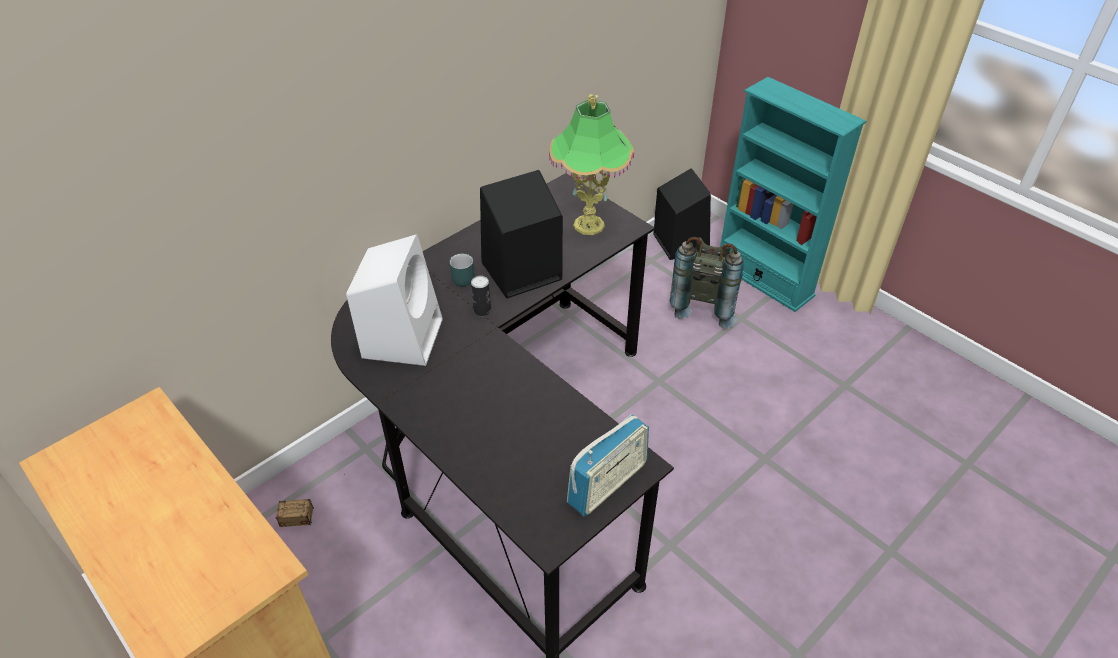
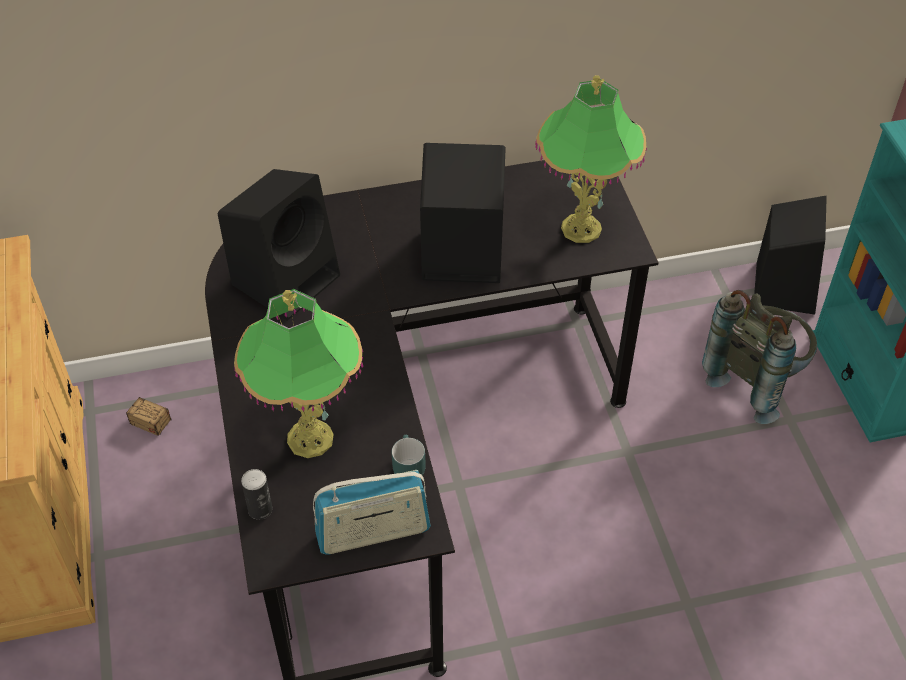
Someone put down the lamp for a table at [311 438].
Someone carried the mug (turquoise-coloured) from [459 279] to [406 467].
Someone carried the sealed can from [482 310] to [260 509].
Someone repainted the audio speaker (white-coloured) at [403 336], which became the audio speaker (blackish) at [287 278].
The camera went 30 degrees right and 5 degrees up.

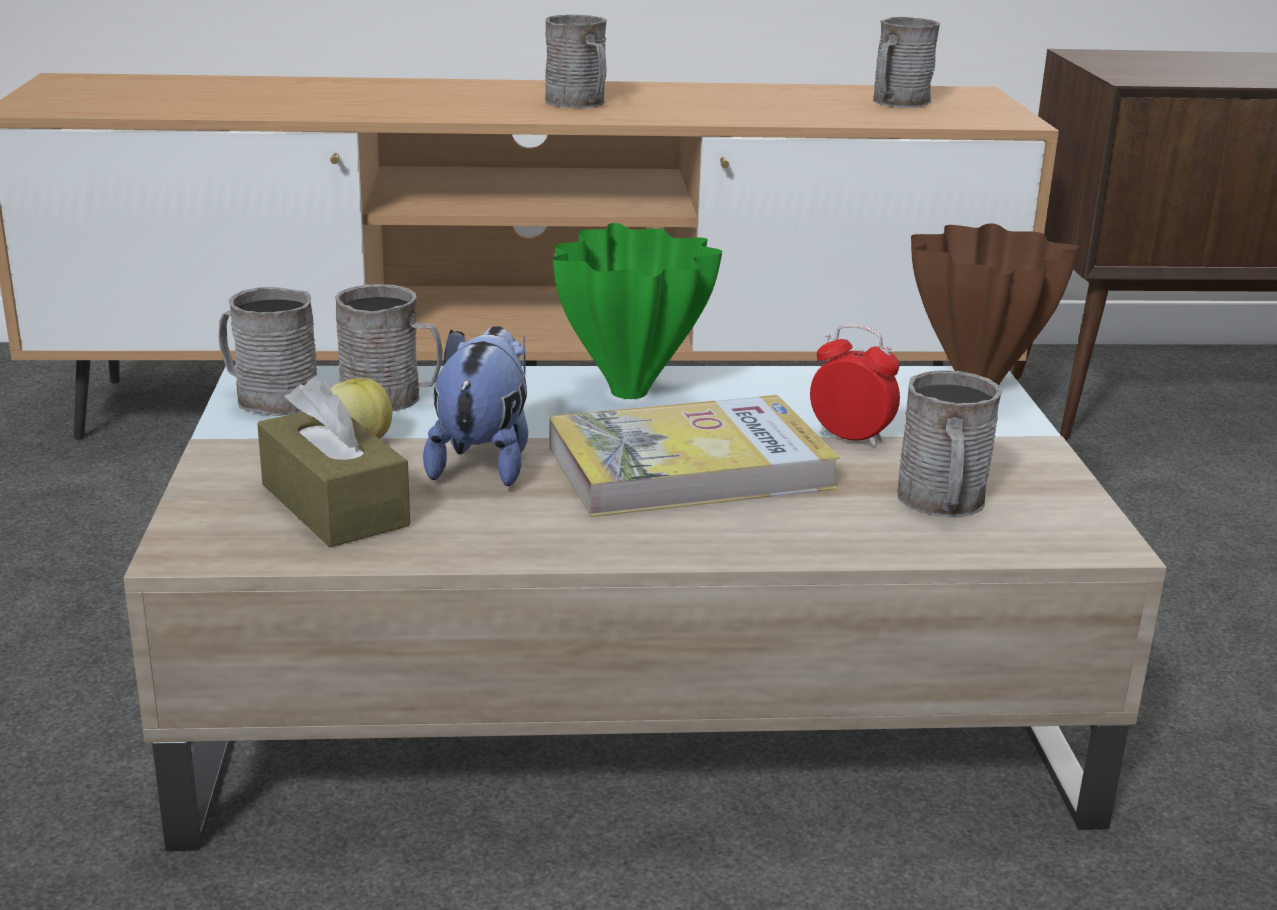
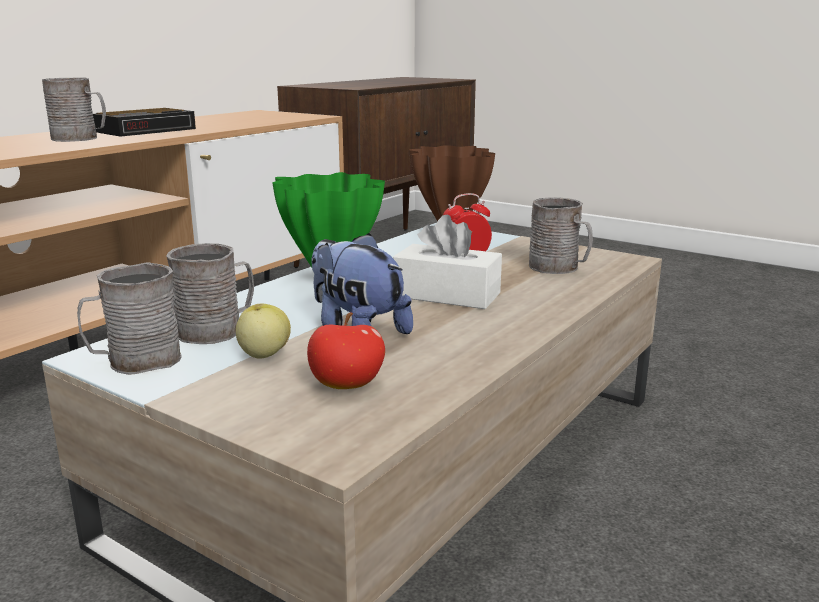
Someone took away the mug (gray) at [897 103].
Someone put down the table clock at [148 130].
Someone swapped the tissue holder (brown-coloured) at [334 505] for the apple at [347 386].
Someone swapped the volume at [689 467] for the tissue holder (white-coloured) at [447 295].
The camera went 50 degrees left and 5 degrees down.

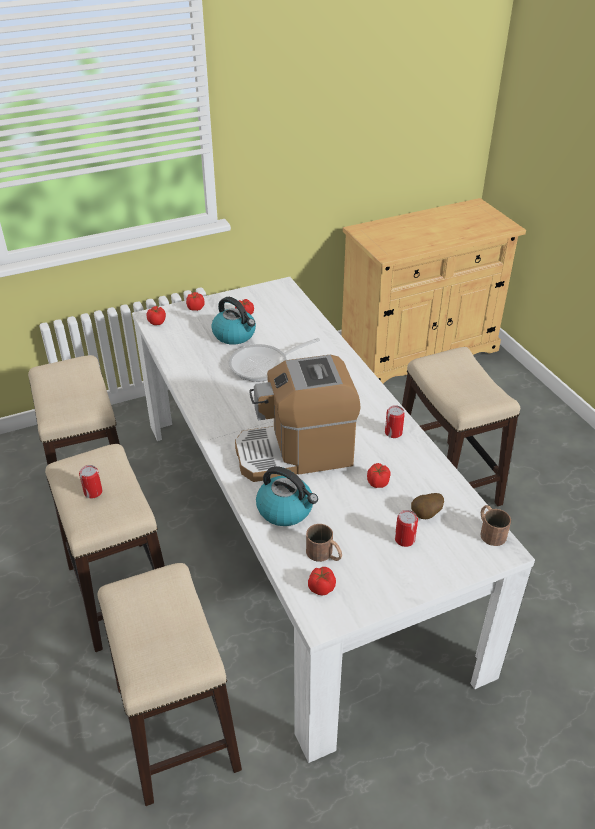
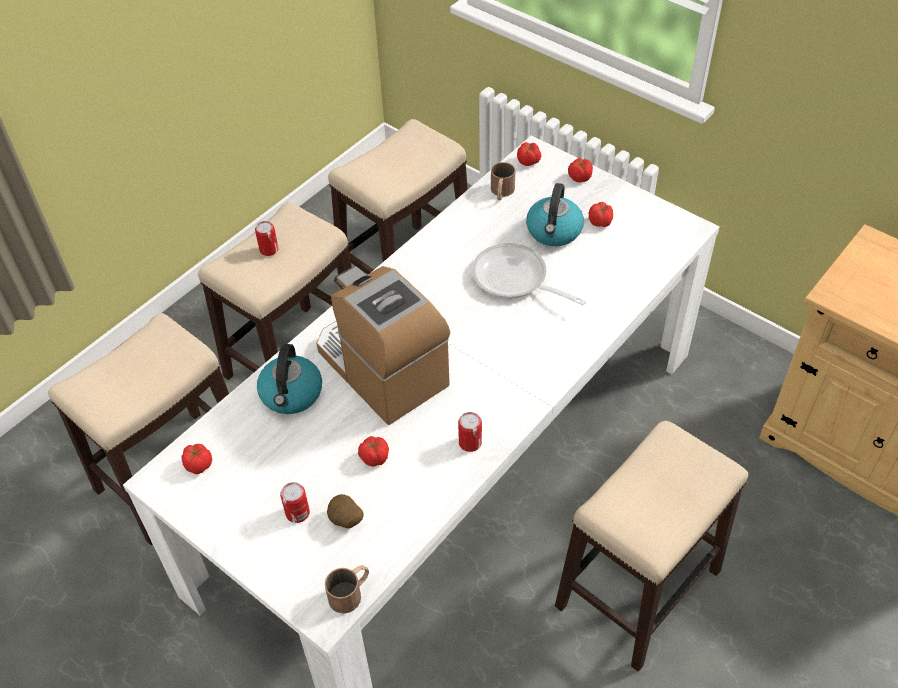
Someone carried the mug (brown-coloured) from [324 554] to [501 192].
The camera went 65 degrees right and 10 degrees up.

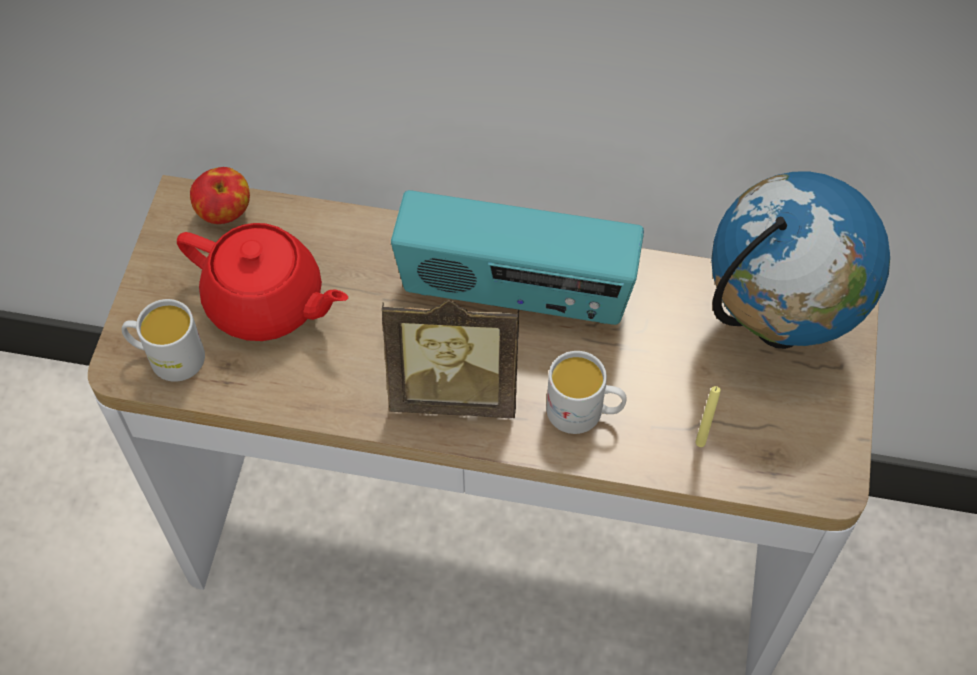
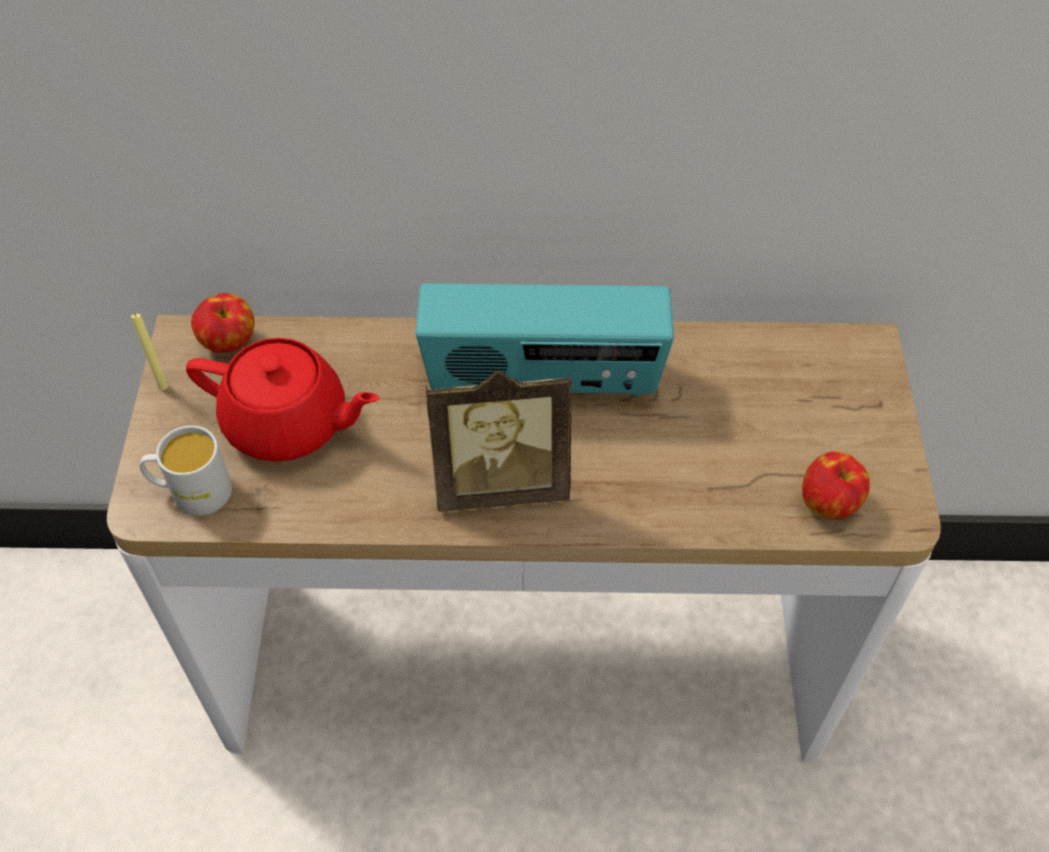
Someone took away the mug (white-coloured) at [584 412].
Someone took away the world globe at [777 327].
Someone put down the apple at [829 503].
Someone carried the wax light (yellow) from [700 442] to [163 386].
The camera went 10 degrees left and 5 degrees down.

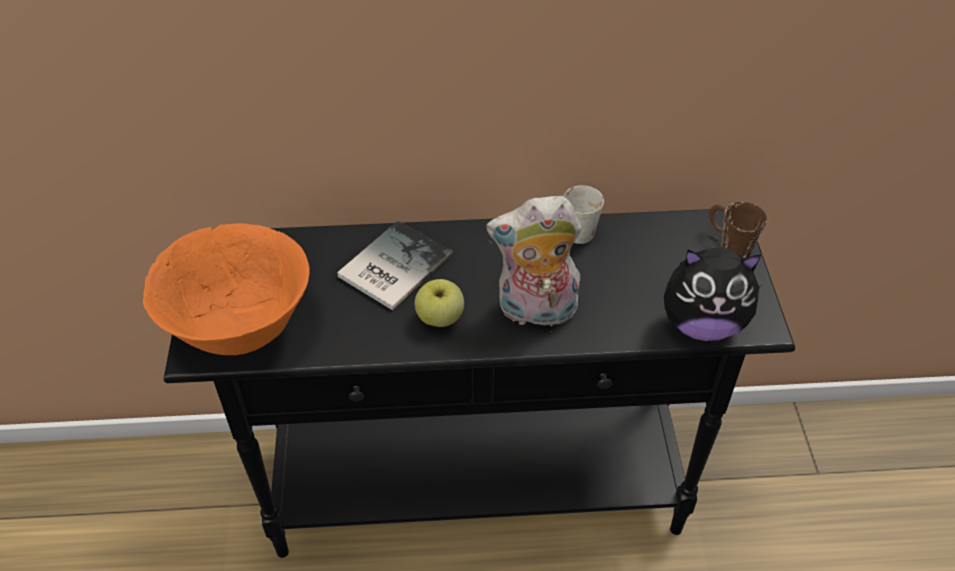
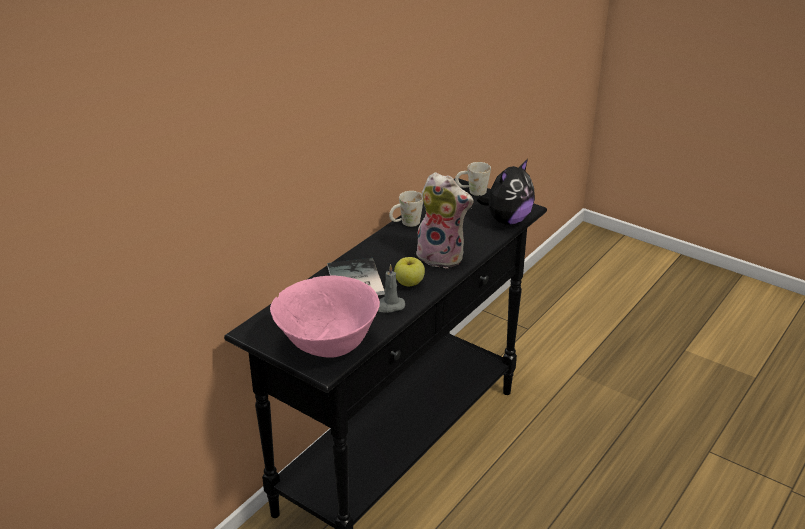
Someone put down the wax light (gray) at [389 306].
Someone repainted the bowl (orange-coloured) at [240 327], which became the bowl (pink-coloured) at [328 346].
Someone repainted the mug (brown-coloured) at [727 245], which became the mug (white-coloured) at [472 192].
Someone rotated the cuddly toy at [535 312] by 105 degrees counterclockwise.
The camera went 50 degrees left and 15 degrees down.

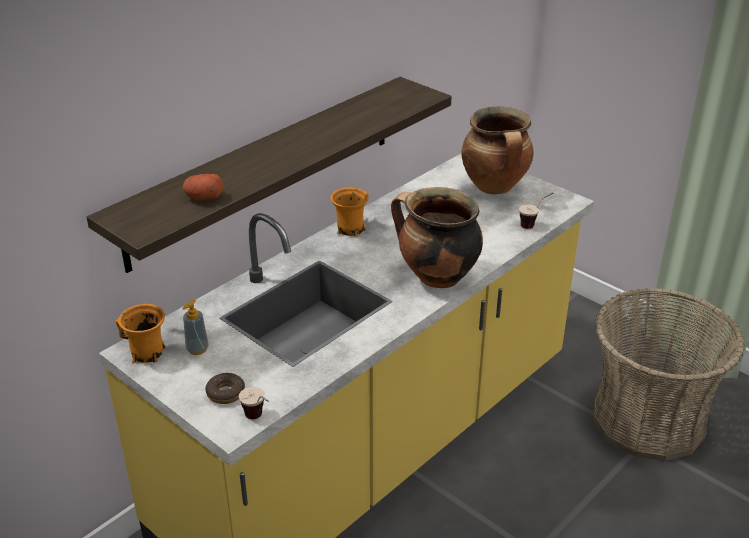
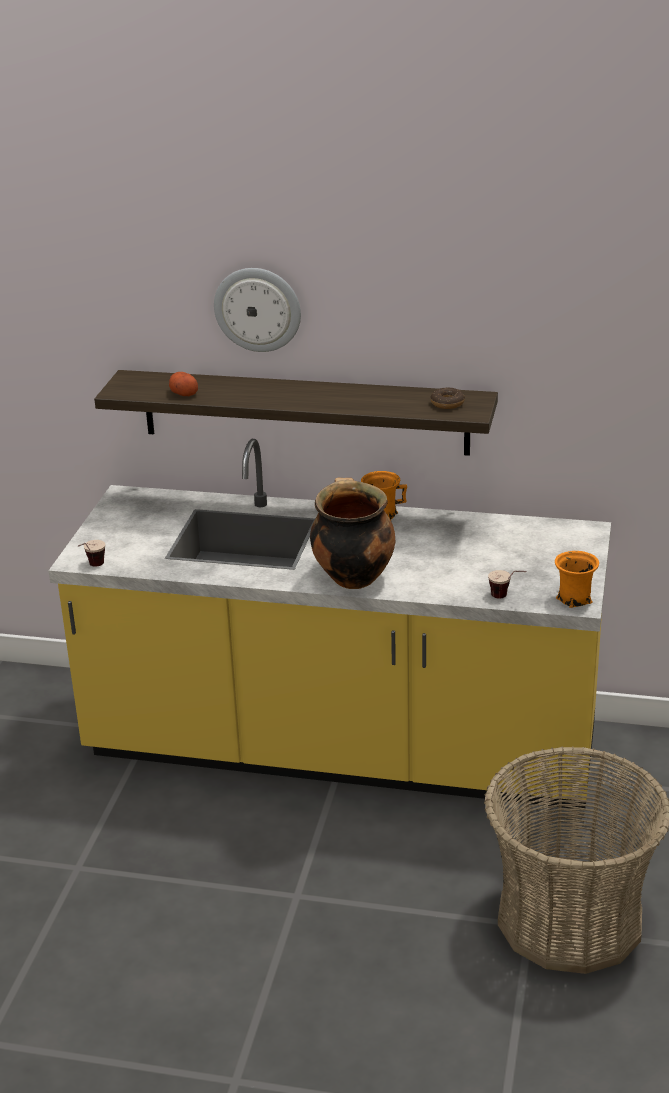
Someone took away the soap dispenser at [197 349].
Someone took away the stockpot at [495 187].
Someone put up the clock on the wall at [258 309].
Someone carried the mug (orange-coloured) from [147 353] to [574 599].
Someone carried the donut from [225 393] to [447 403].
The camera went 60 degrees right and 5 degrees down.

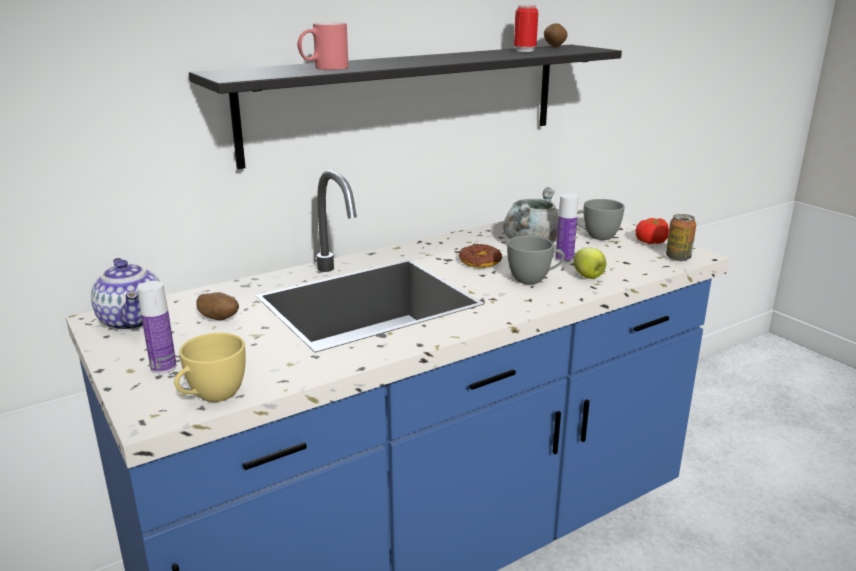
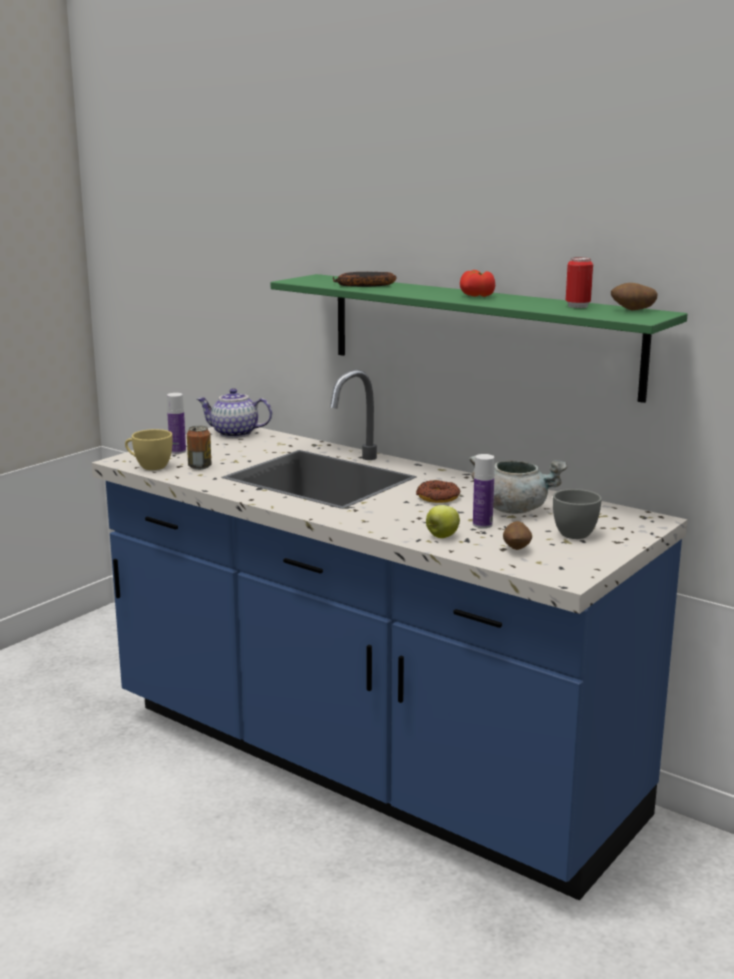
Someone took away the small cup (gray) at [534 279].
Someone carried the spud from [219 319] to [516 549].
Someone carried the tomato from [652 242] to [477 296].
Someone carried the sealed can from [678 257] to [200 467].
Someone swapped the mug (reddish) at [323 68] for the banana fruit at [362 286].
Someone repainted the wall shelf (blackish) at [408 101], which became the wall shelf (green-coloured) at [480 334].
Someone rotated the teapot at [134 321] by 60 degrees clockwise.
The camera went 70 degrees right and 5 degrees down.

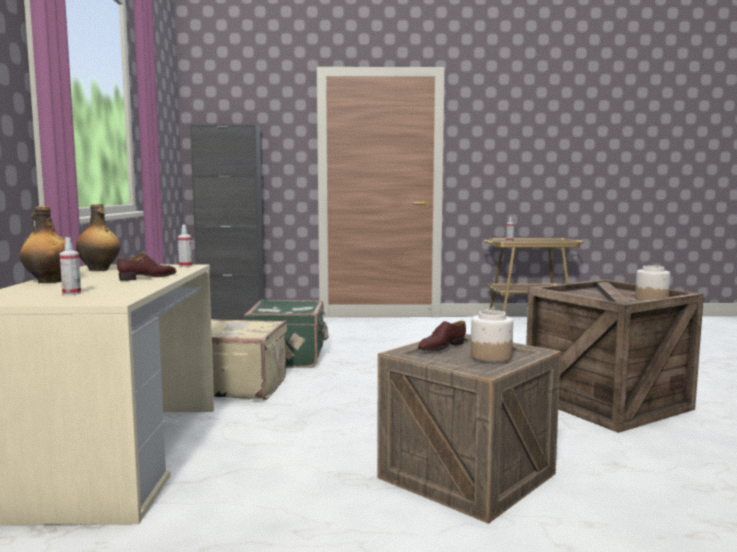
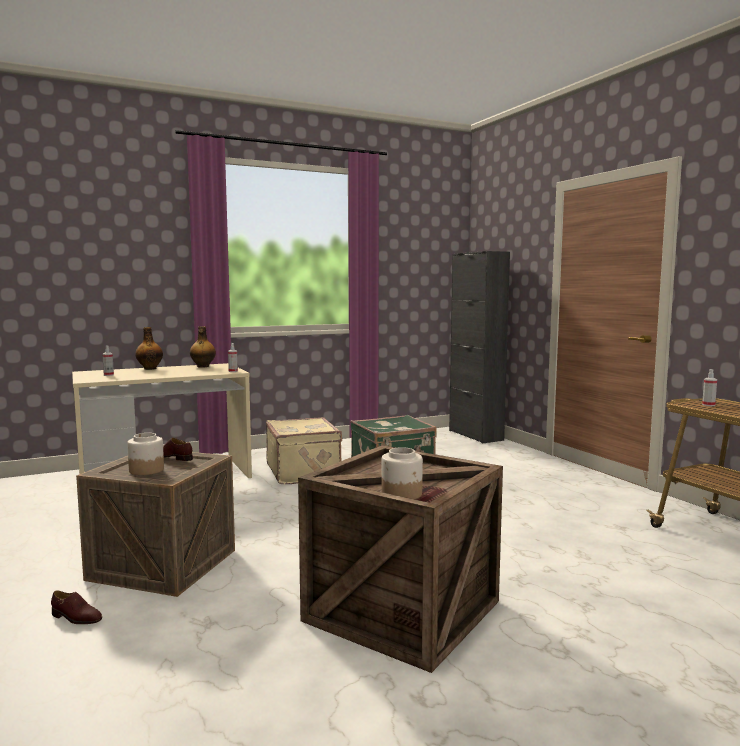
Someone carried the low shoe (brown-coloured) from [148 277] to [76 618].
The camera went 65 degrees right and 0 degrees up.

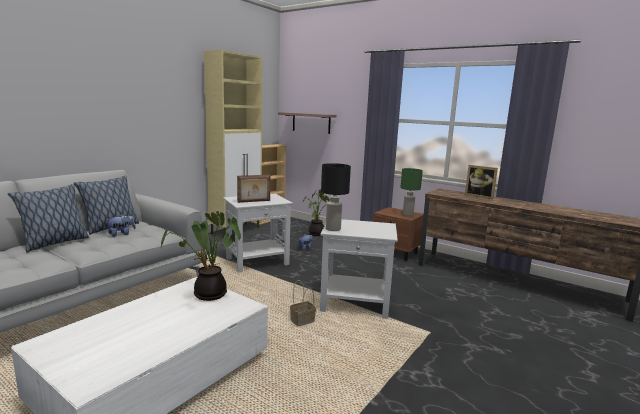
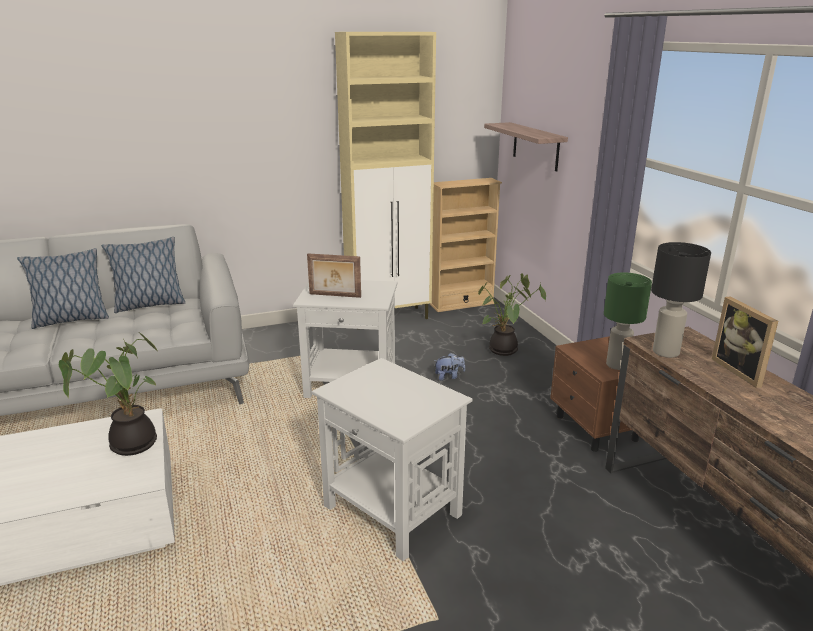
Someone took away the cuddly toy at [121 234].
Someone took away the basket at [303 320].
Someone carried the lamp for a table (blackish) from [332 229] to [665 352].
The camera went 35 degrees right and 10 degrees up.

